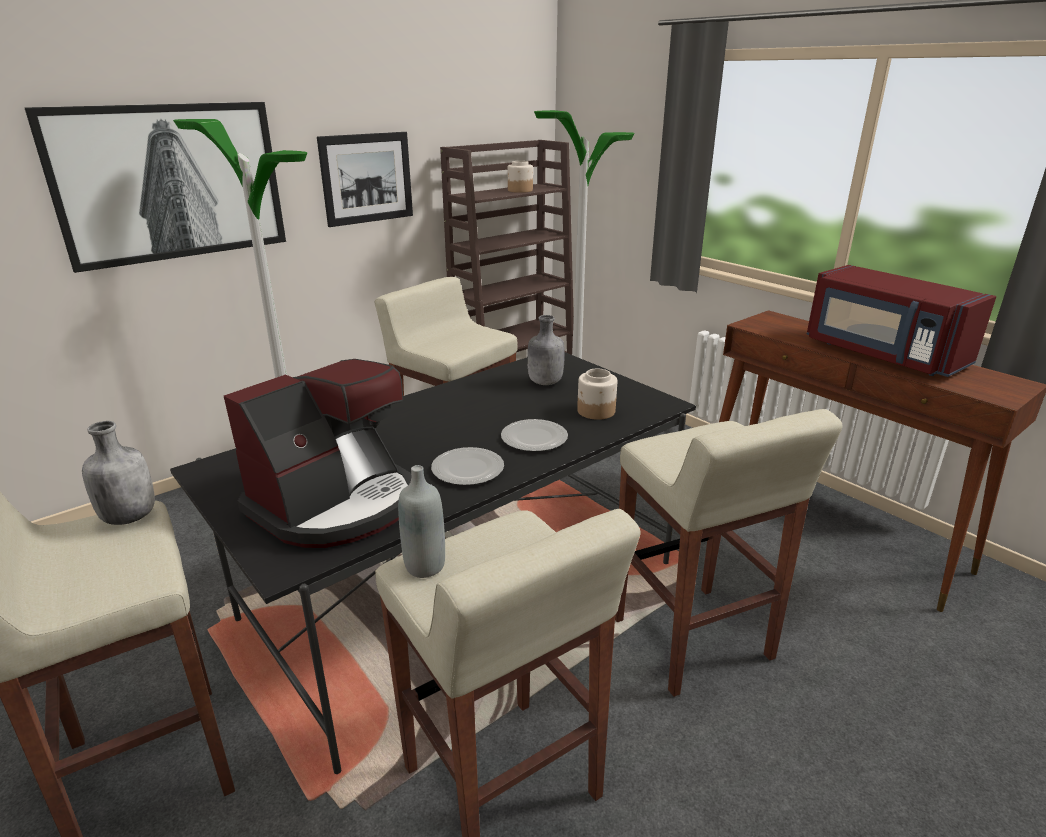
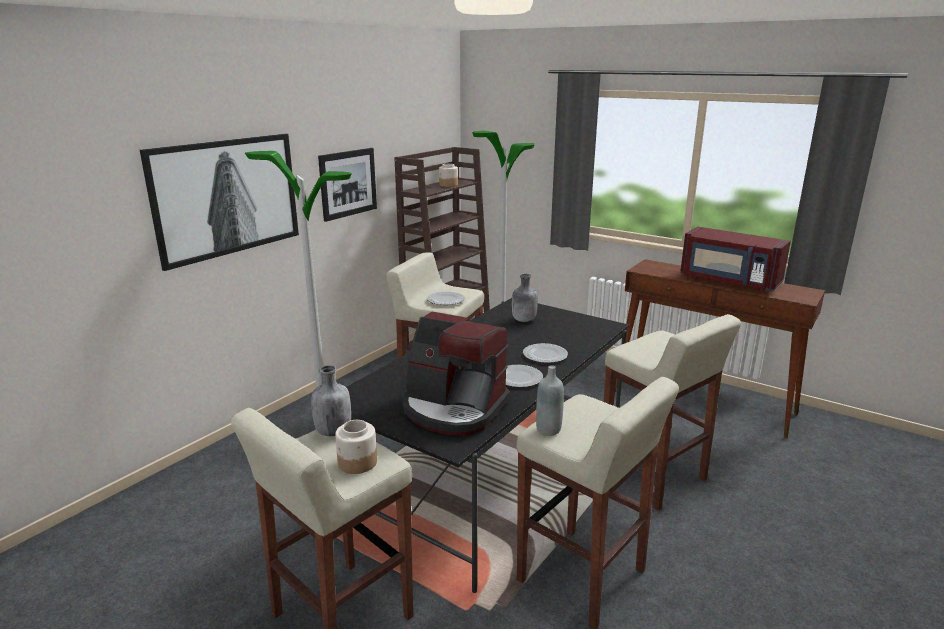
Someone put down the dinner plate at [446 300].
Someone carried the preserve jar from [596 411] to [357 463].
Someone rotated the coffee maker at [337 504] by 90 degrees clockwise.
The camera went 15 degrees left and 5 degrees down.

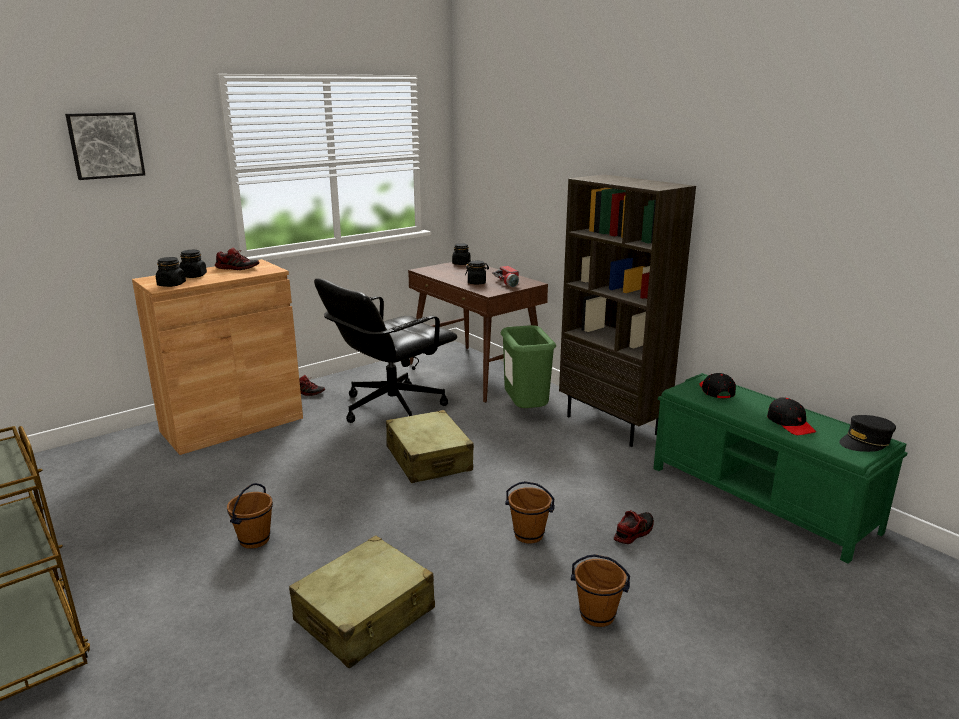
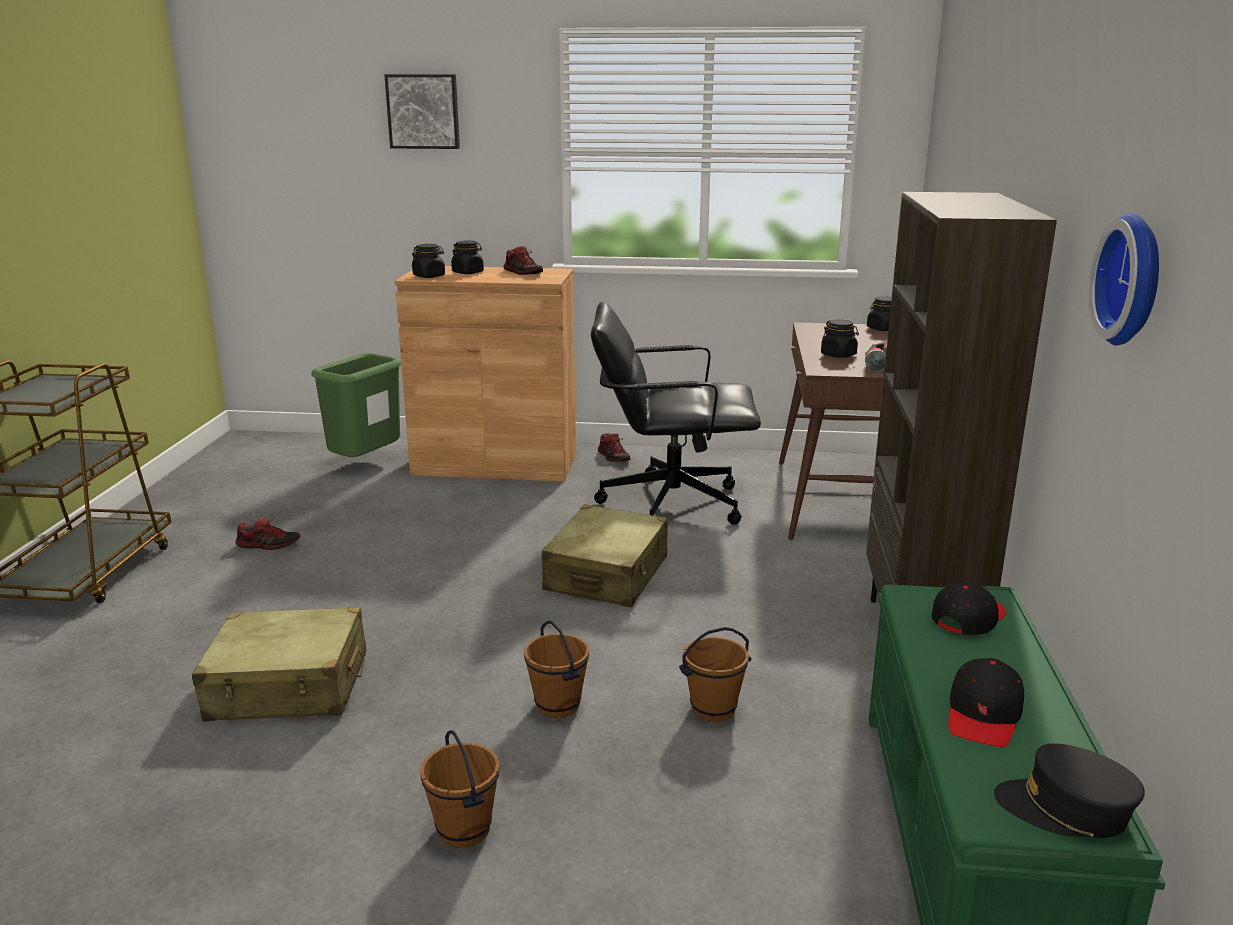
Someone put up the clock on the wall at [1135 280].
Someone carried the bucket (brown-coloured) from [254 540] to [713 709].
Someone carried the waste bin (green-coloured) from [524 412] to [366 464].
Someone carried the low shoe from [633 532] to [268 545].
The camera went 45 degrees right and 0 degrees up.

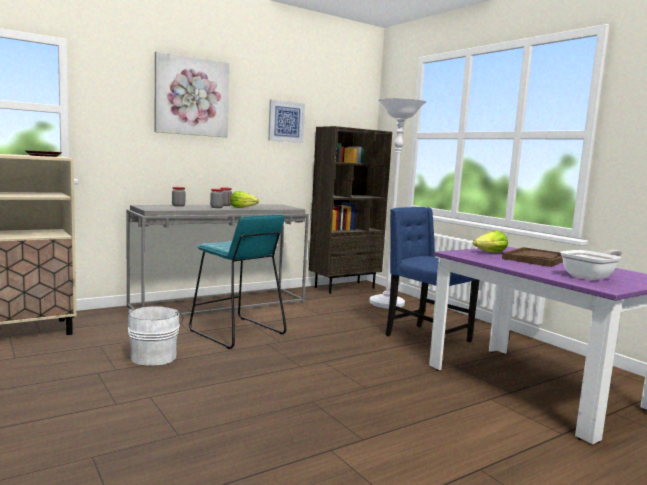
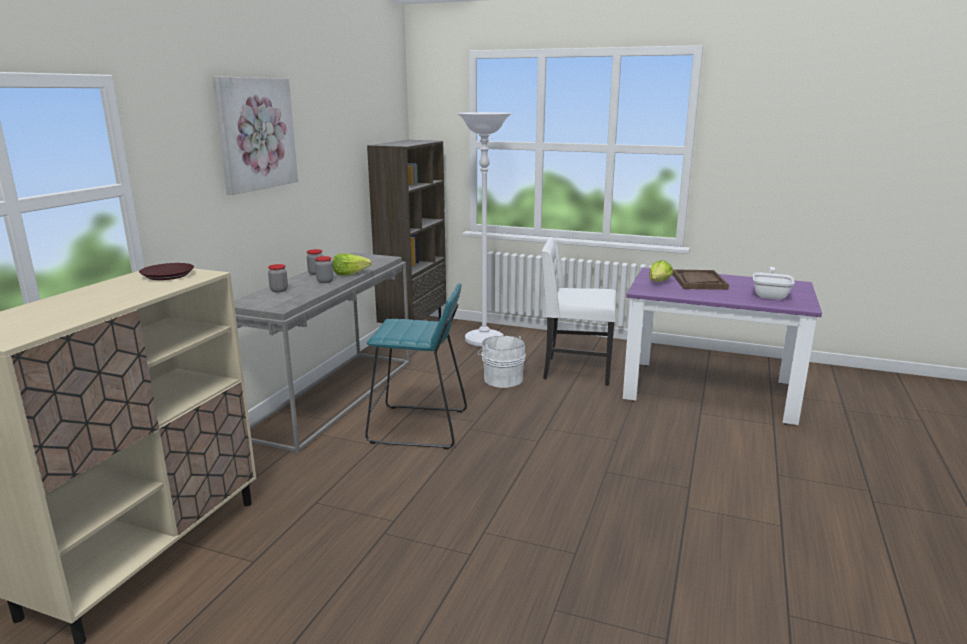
Someone took away the wall picture at [286 121].
Someone carried the bucket (white-coloured) from [155 356] to [502 379].
Someone repainted the chair (bluish) at [425 338], which became the chair (white-coloured) at [575 371].
The camera went 35 degrees left and 10 degrees up.

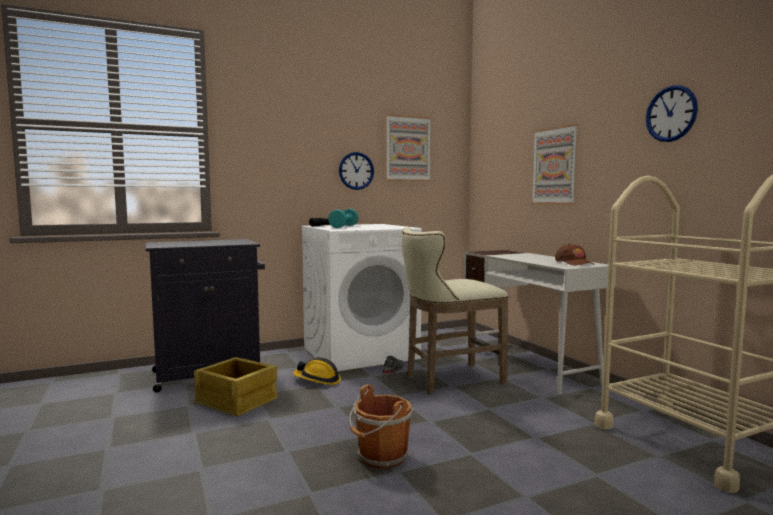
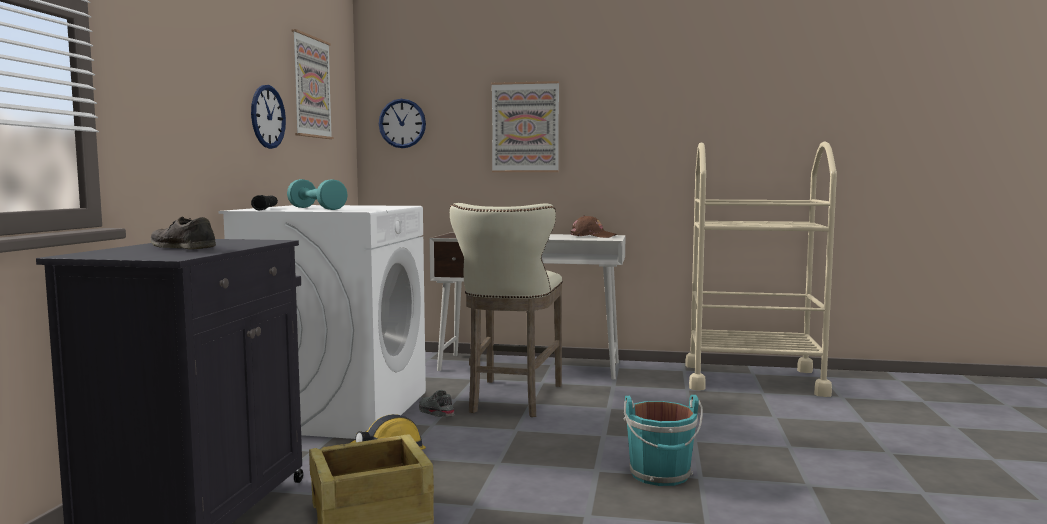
Someone put down the low shoe (brown-coloured) at [183 247].
Someone carried the clock on the wall from [671 114] to [402 123].
Someone repainted the bucket (brown-coloured) at [381 457], which became the bucket (turquoise-coloured) at [661 475].
The camera went 55 degrees left and 0 degrees up.

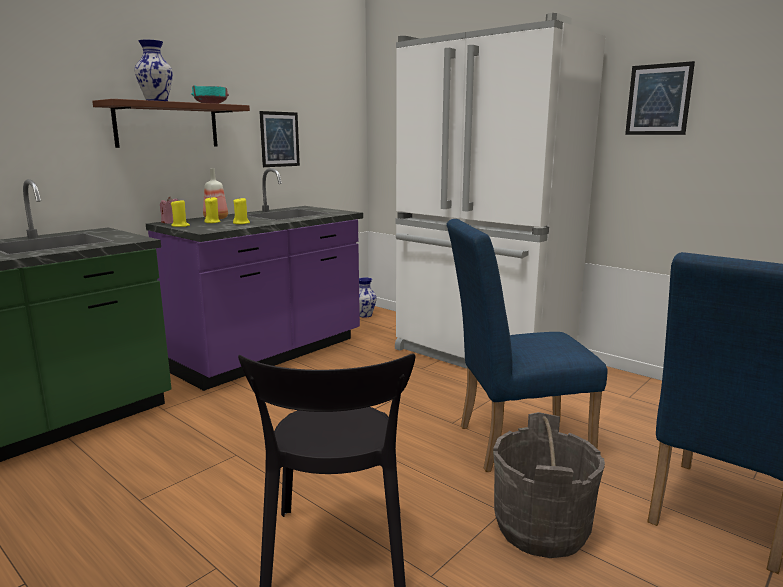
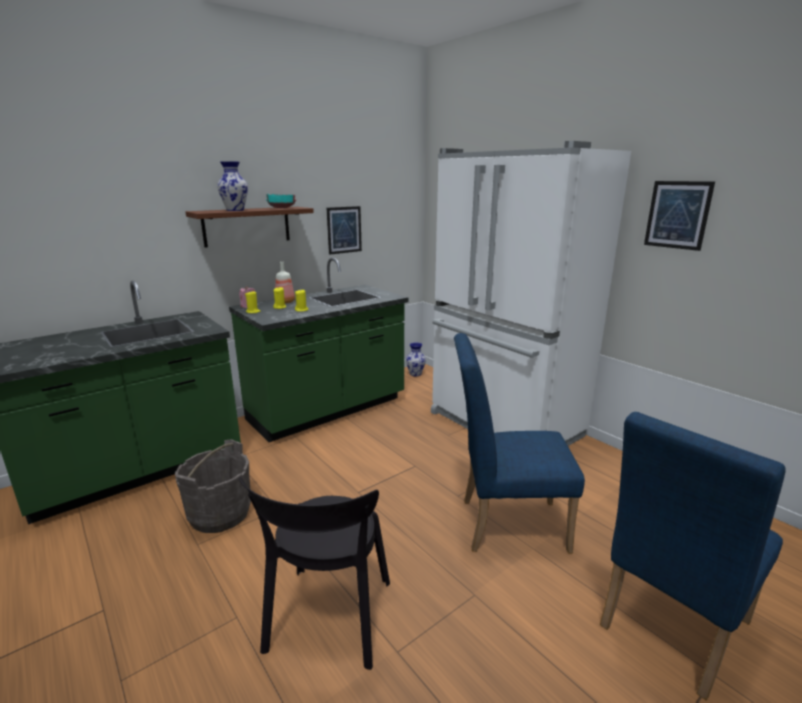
Someone carried the bucket (gray) from [541 528] to [219 514].
Someone repainted the kitchen base unit (purplish) at [270 355], which became the kitchen base unit (green-coloured) at [328 410].
The camera went 10 degrees right and 5 degrees up.

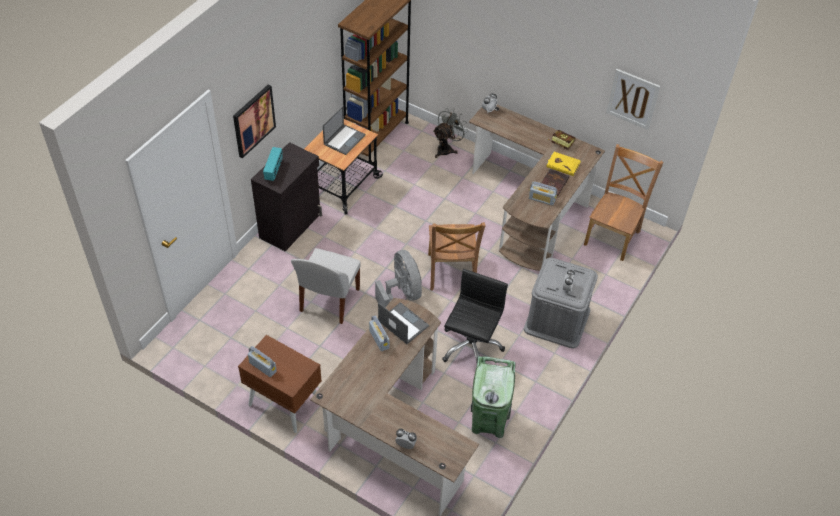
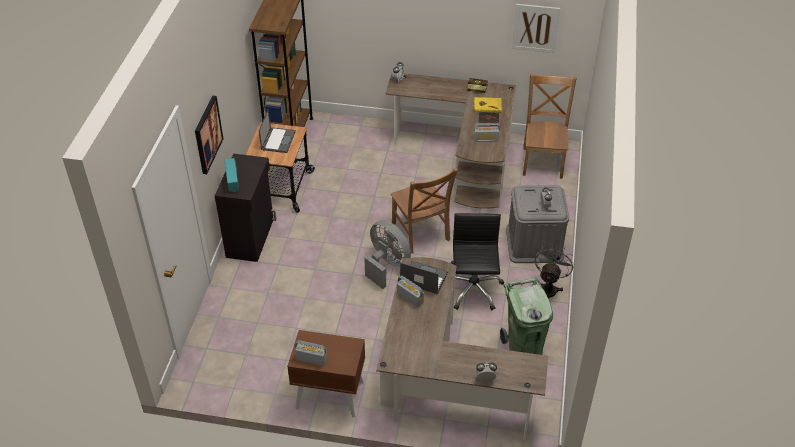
Someone took away the chair (white-coloured) at [328 301].
Someone carried the fan (gray) from [447 148] to [549 288].
The camera went 20 degrees left and 5 degrees down.

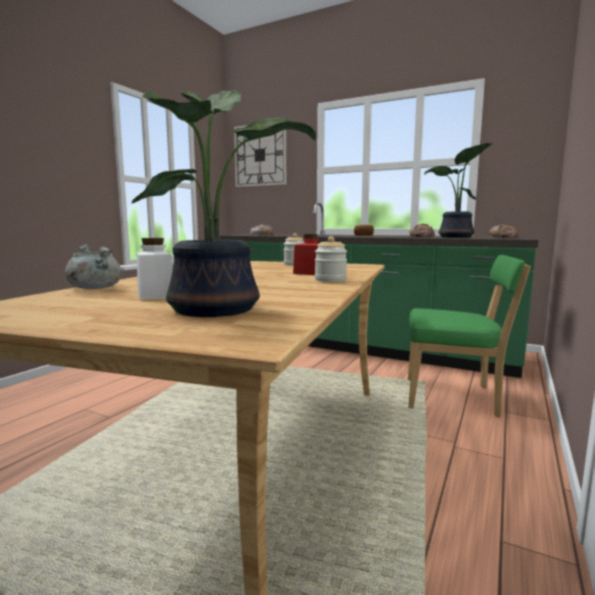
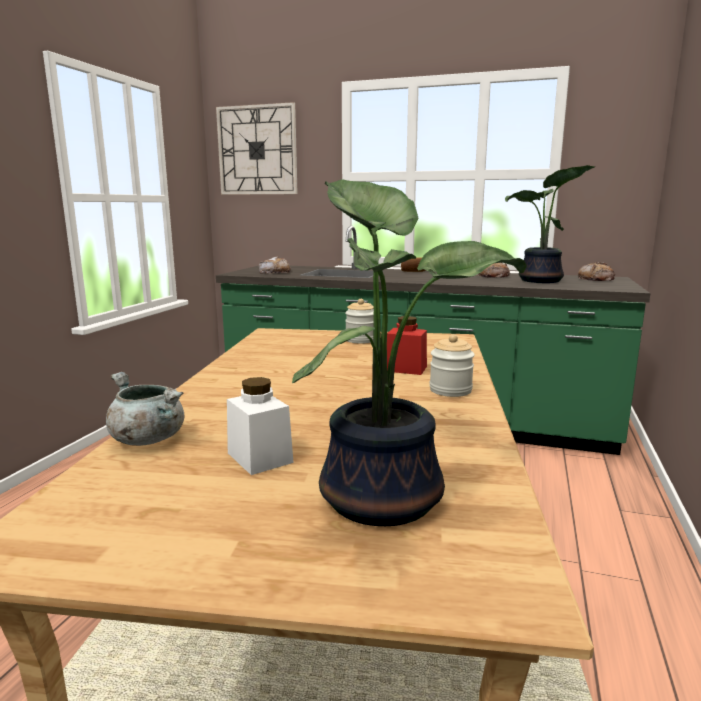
Someone took away the chair (green-coloured) at [455 398].
The camera went 10 degrees left and 5 degrees up.

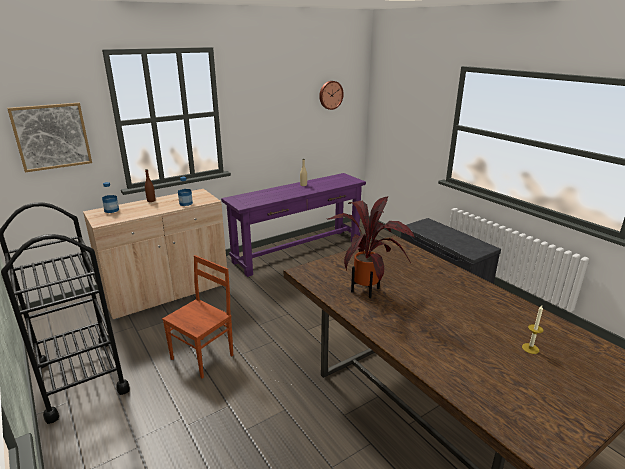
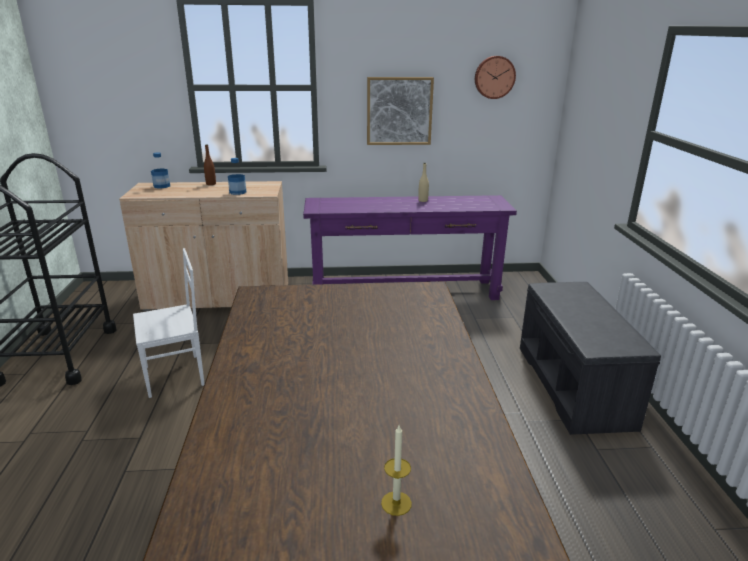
Someone took away the potted plant at [368 289].
Someone carried the wall picture from [52 136] to [399 111].
Someone repainted the chair (brown-coloured) at [203 357], which became the chair (white-coloured) at [175 376].
The camera went 30 degrees right and 0 degrees up.

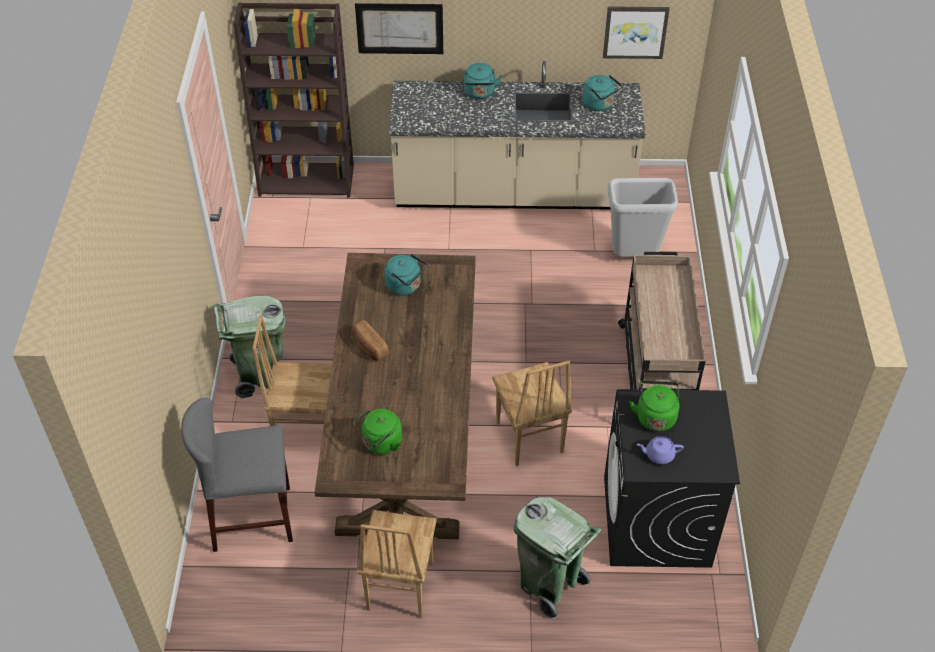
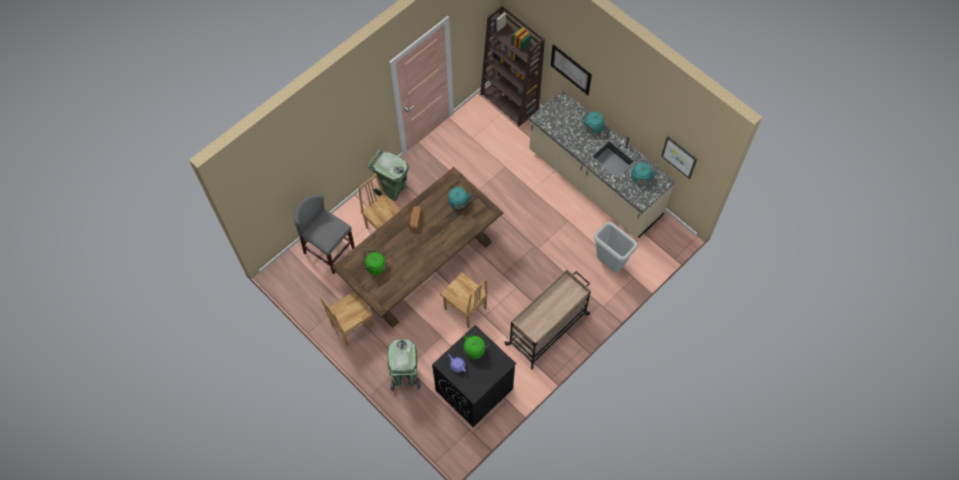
Someone rotated the chair (brown-coloured) at [528 438] by 75 degrees counterclockwise.
The camera went 45 degrees right and 15 degrees up.

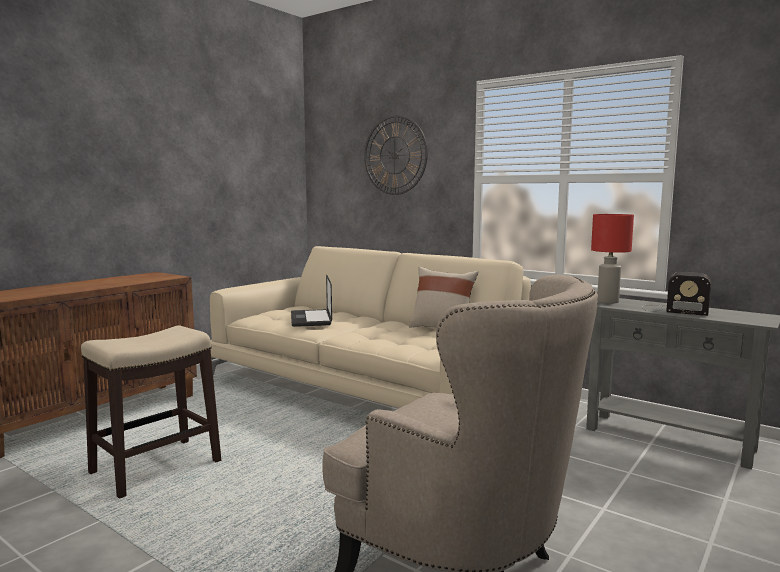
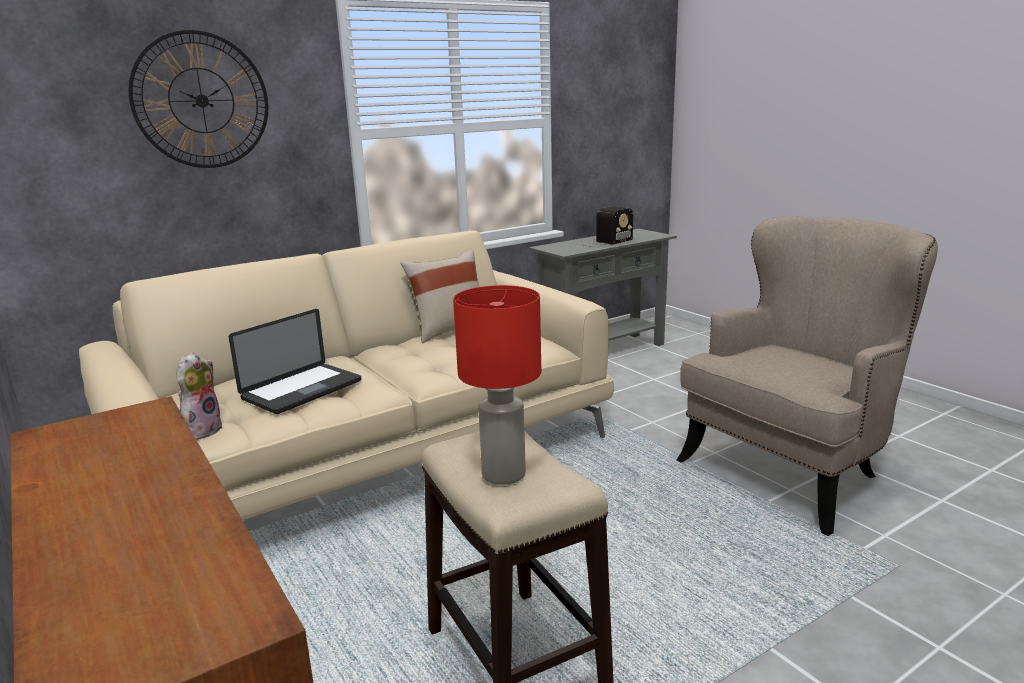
Someone put down the cuddly toy at [202 430].
Someone carried the lamp for a table (reddish) from [607 301] to [502 474].
Someone rotated the laptop at [311 319] by 60 degrees counterclockwise.
The camera went 70 degrees left and 10 degrees up.

